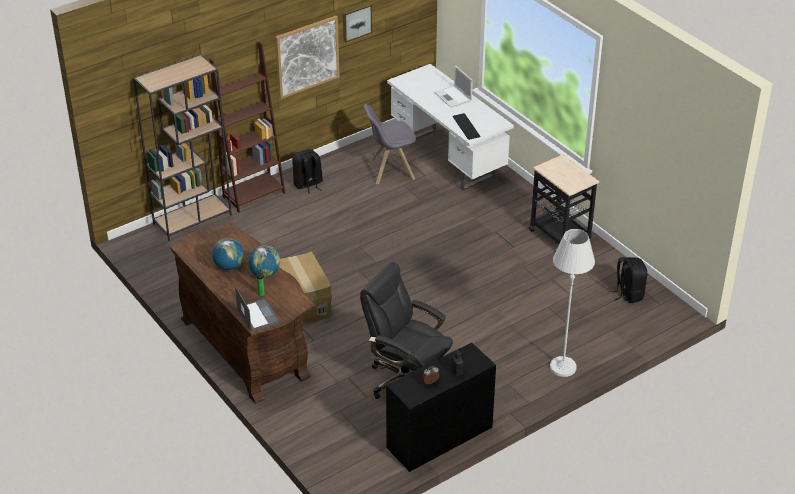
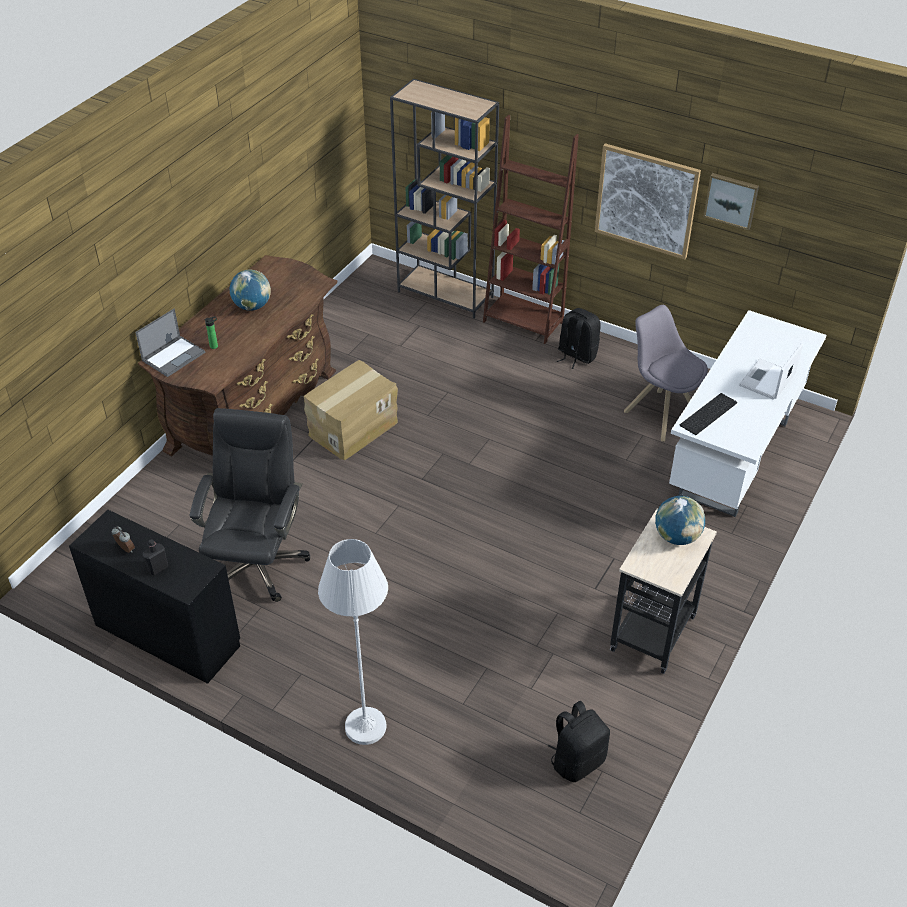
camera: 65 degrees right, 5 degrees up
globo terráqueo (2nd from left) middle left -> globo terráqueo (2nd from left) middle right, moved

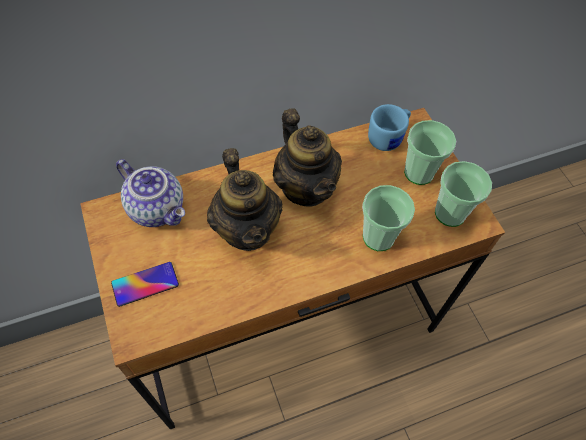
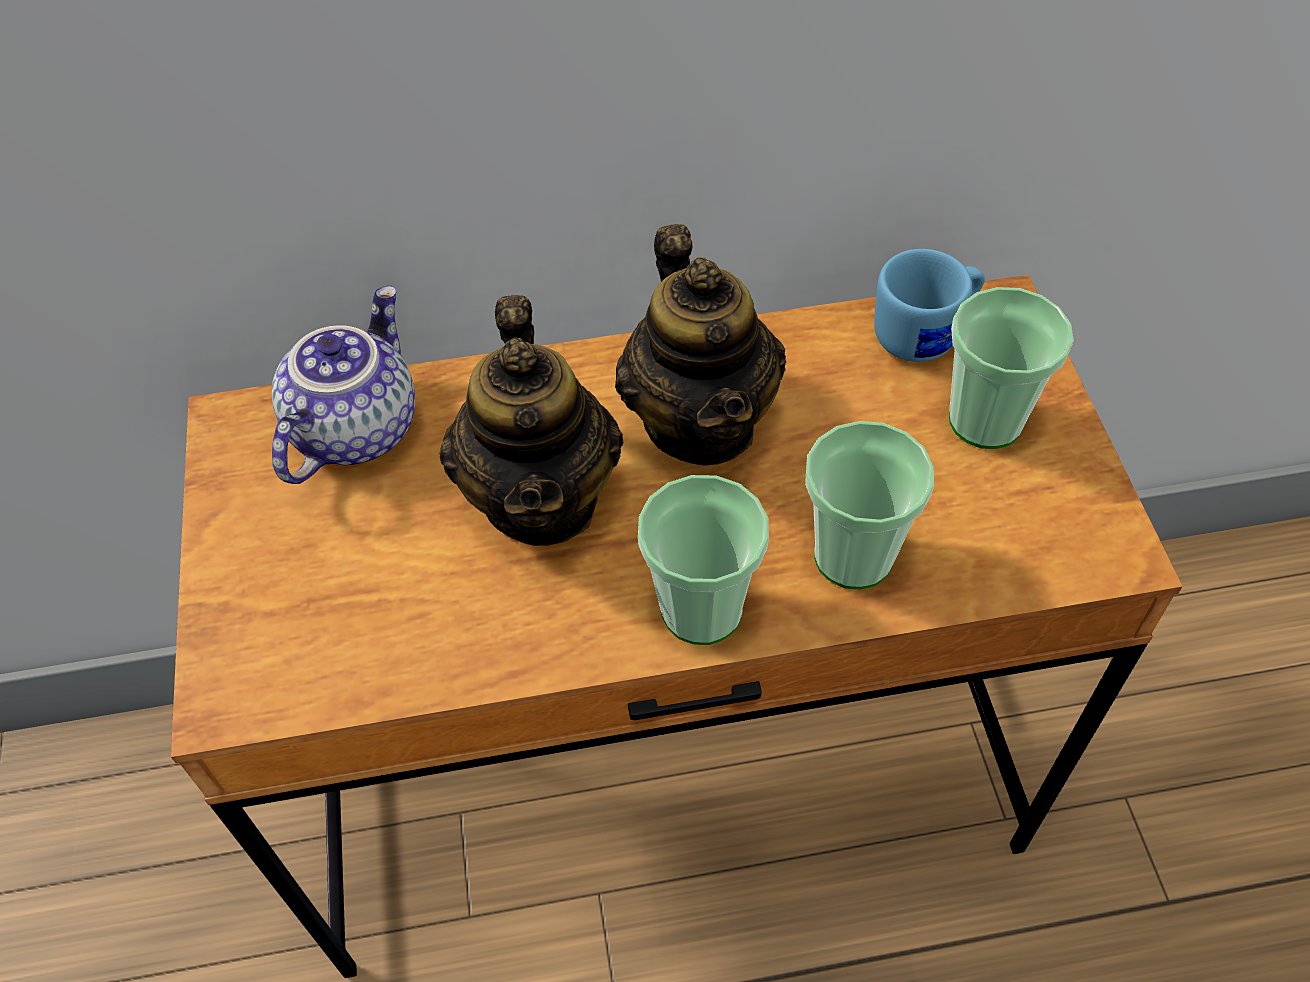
camera: 15 degrees right, 5 degrees down
móvil middle left -> none
taza (3rd from left in the first image) middle right -> taza (1st from left) centre, moved
tetera (1st from left) middle left, 120 degrees counterclockwise

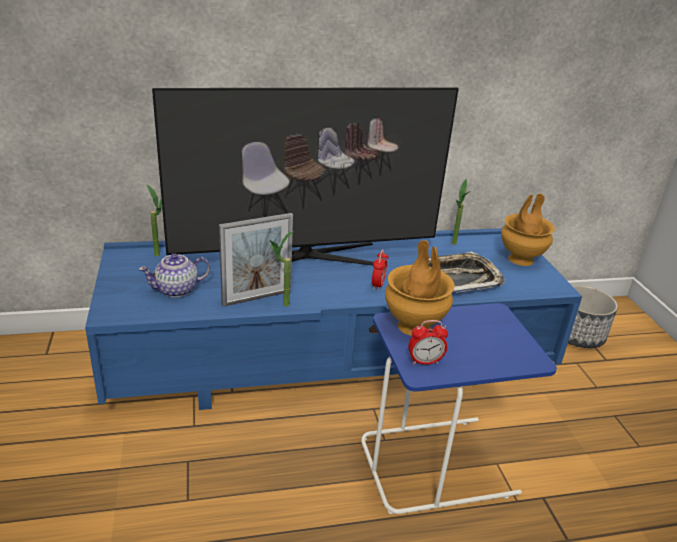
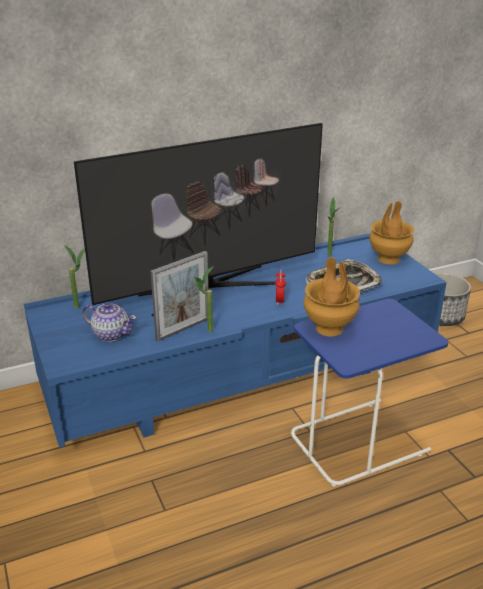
camera: 10 degrees left, 0 degrees up
despertador (2nd from left) centre -> none
tetera middle left, 120 degrees counterclockwise

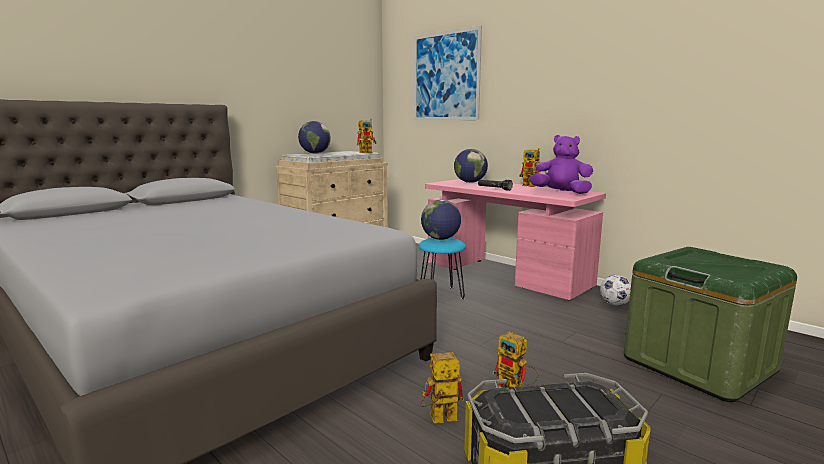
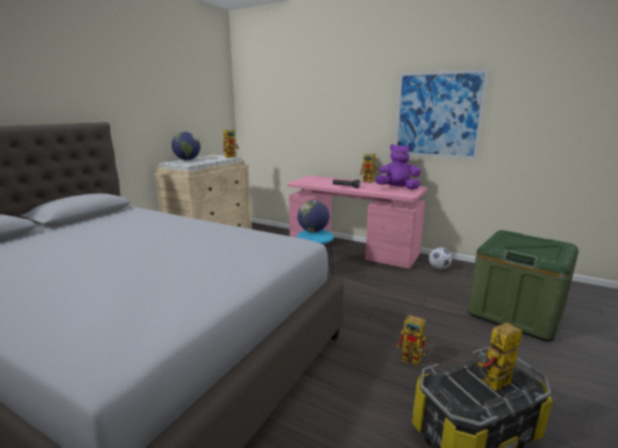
camera: 15 degrees left, 5 degrees up
globo terráqueo (3rd from left) centre -> none
cuadro top centre -> cuadro top right, moved
robot de juguete (2nd from left in the first image) bottom centre -> robot de juguete (4th from left) bottom right, moved

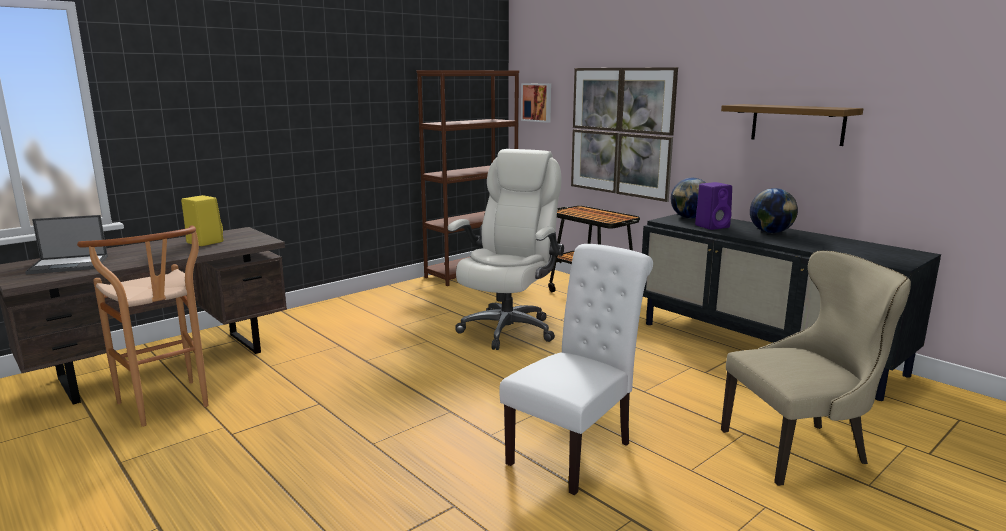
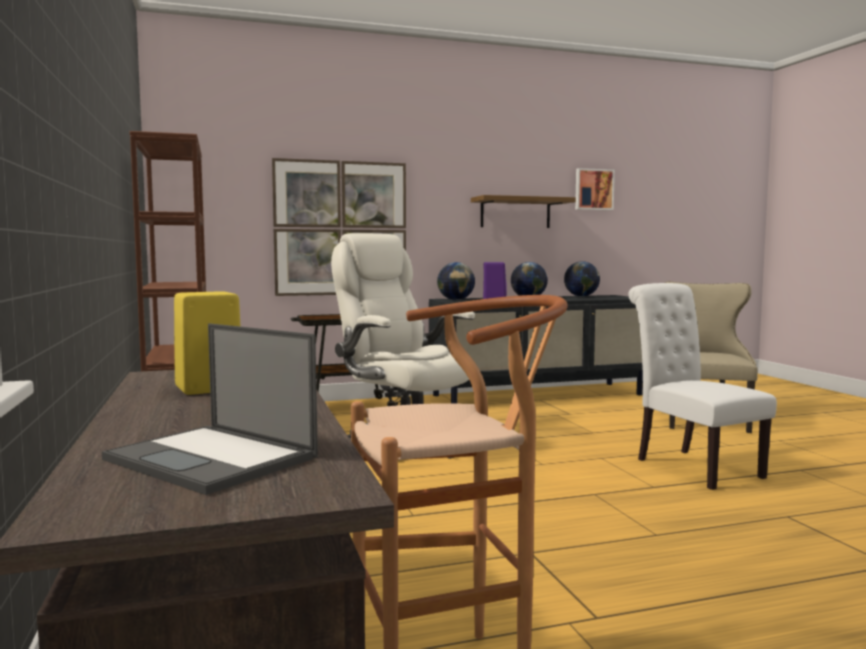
camera: 65 degrees left, 10 degrees down
none -> globo terráqueo (3rd from left) middle right
cuadro (1st from left in the first image) top centre -> cuadro (2nd from left) top right, moved
portátil middle left, 120 degrees clockwise

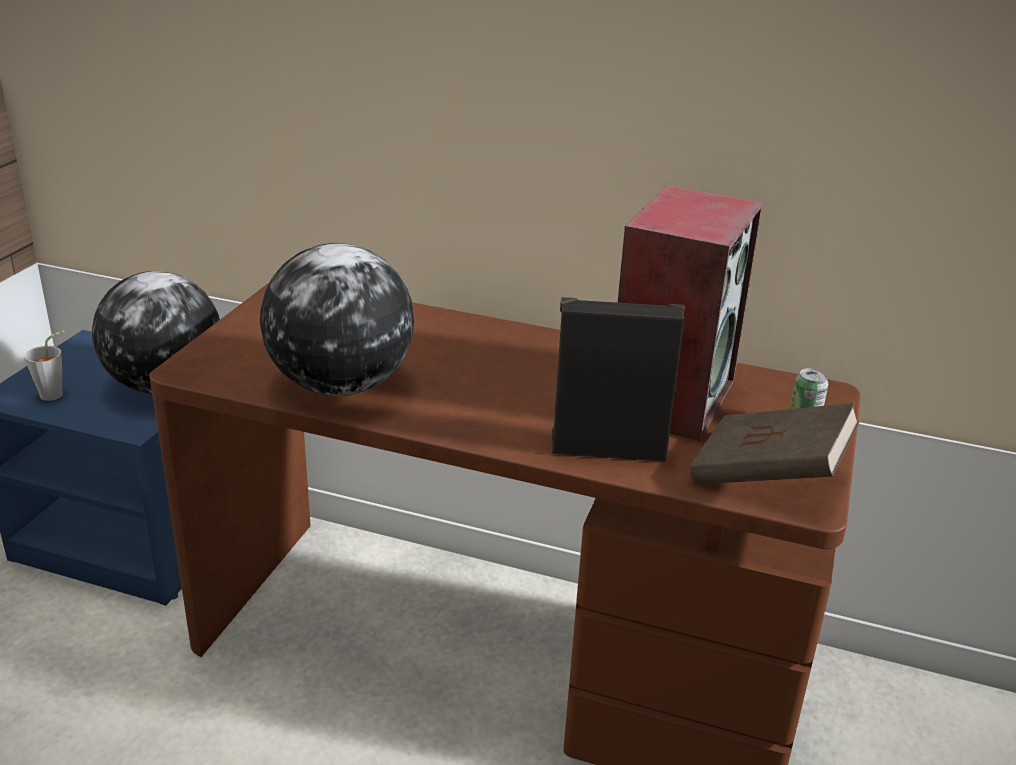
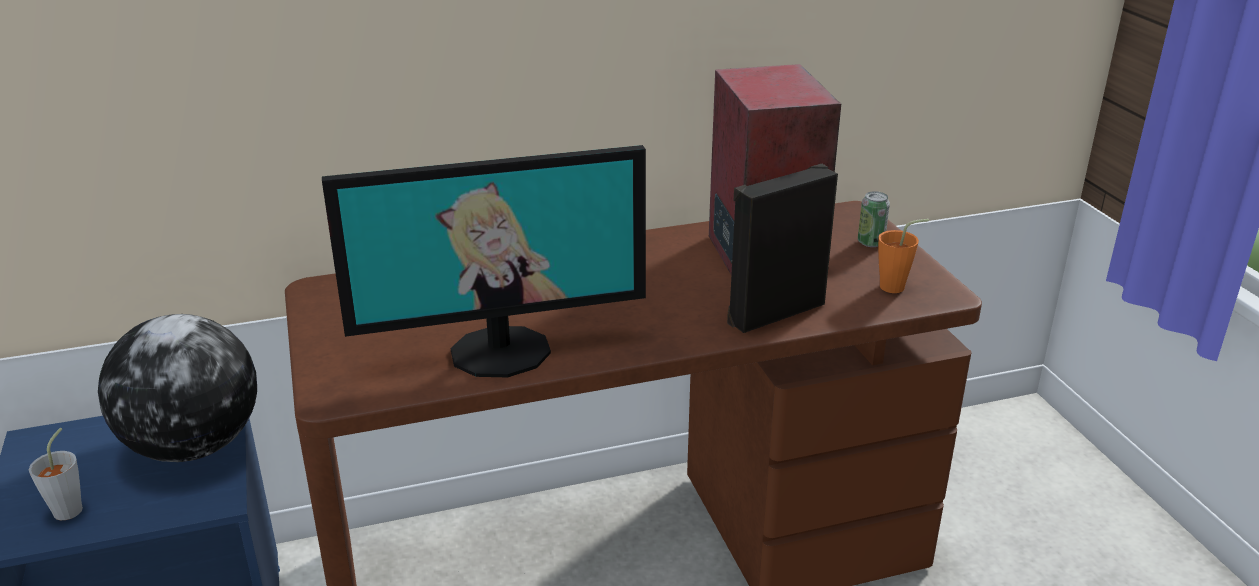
camera: 35 degrees left, 0 degrees up
globo terráqueo (2nd from left) middle left -> monitor centre
libro (marrón) middle right -> taza (naranja) middle right

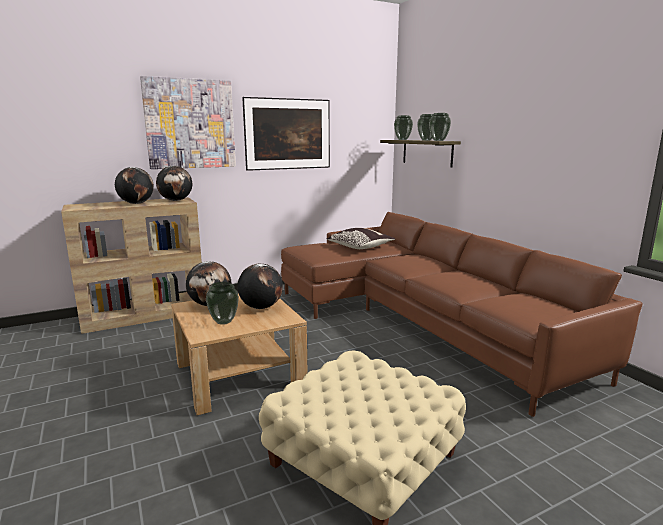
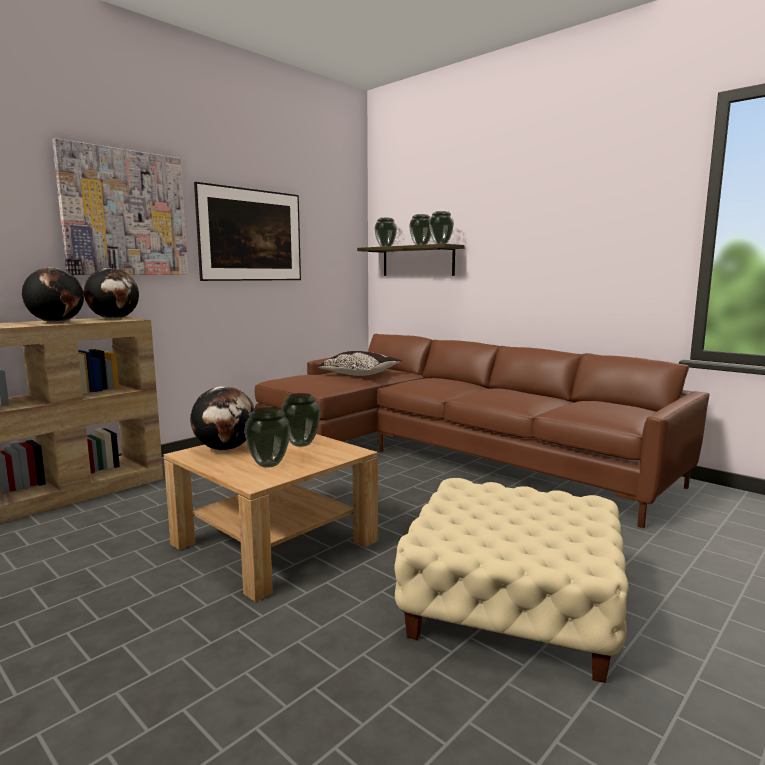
camera: 20 degrees left, 5 degrees down
globo terráqueo (4th from left) centre -> florero (2nd from left) centre

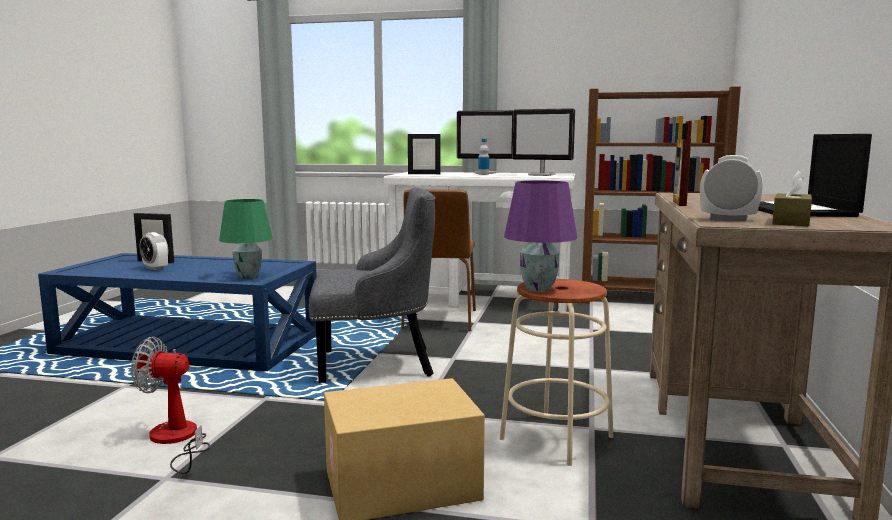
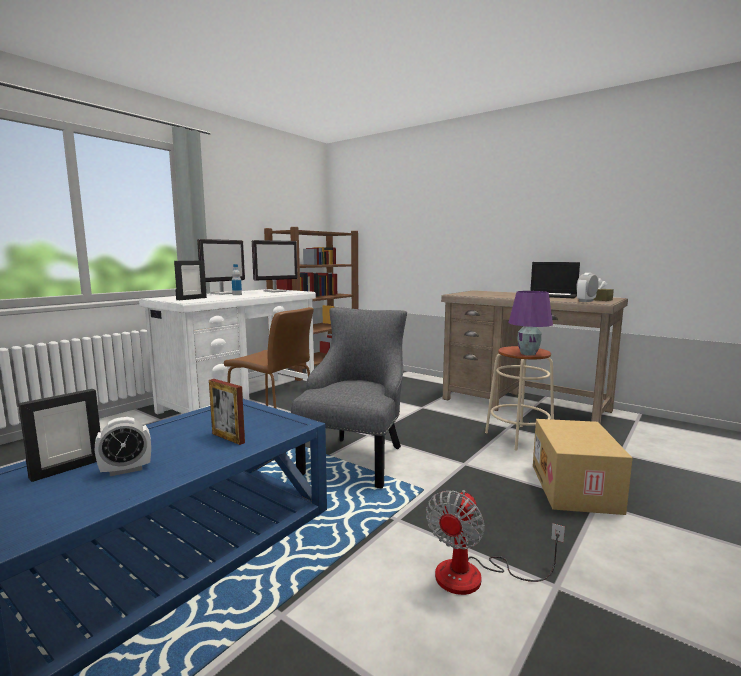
camera: 65 degrees left, 0 degrees up
lámpara de mesa (verde) middle left -> none
portarretratos (3rd from left) top right -> portarretratos (3rd from left) middle left, moved

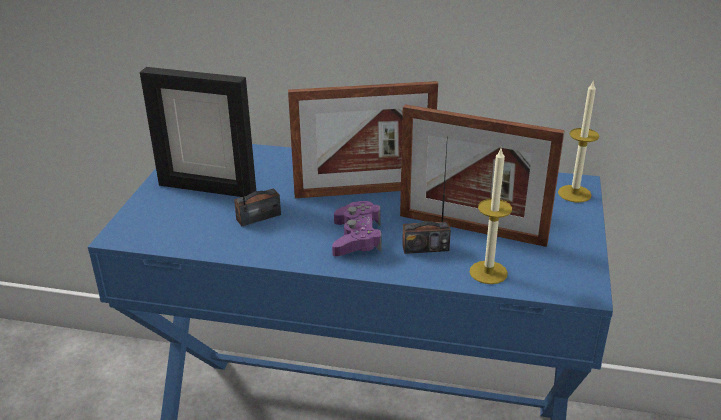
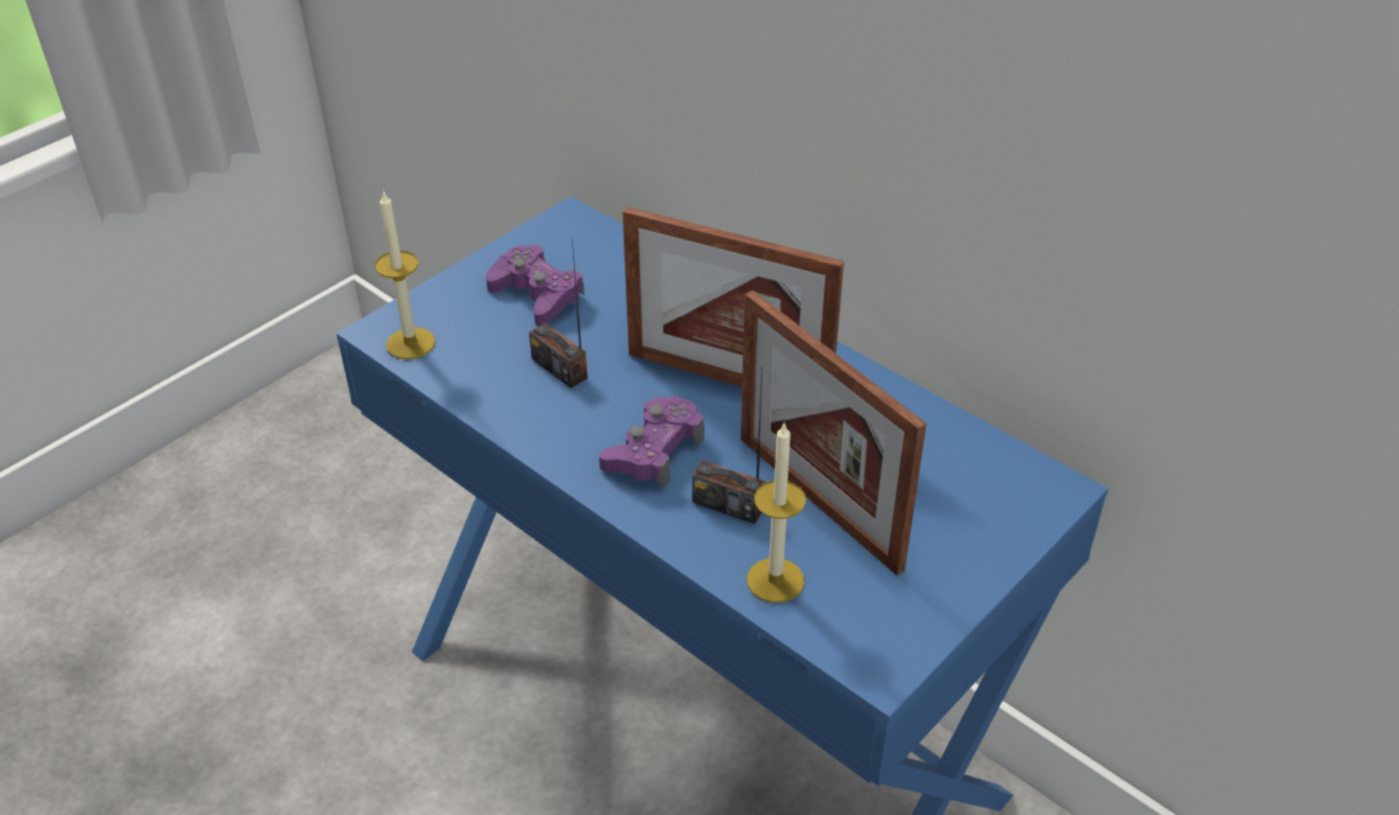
camera: 30 degrees right, 10 degrees up
vela (2nd from left in the first image) middle right -> vela (1st from left) middle left, moved
portarretratos (1st from left) top left -> mando de consola (morado) (1st from left) centre
radio (1st from left) centre, 135 degrees counterclockwise

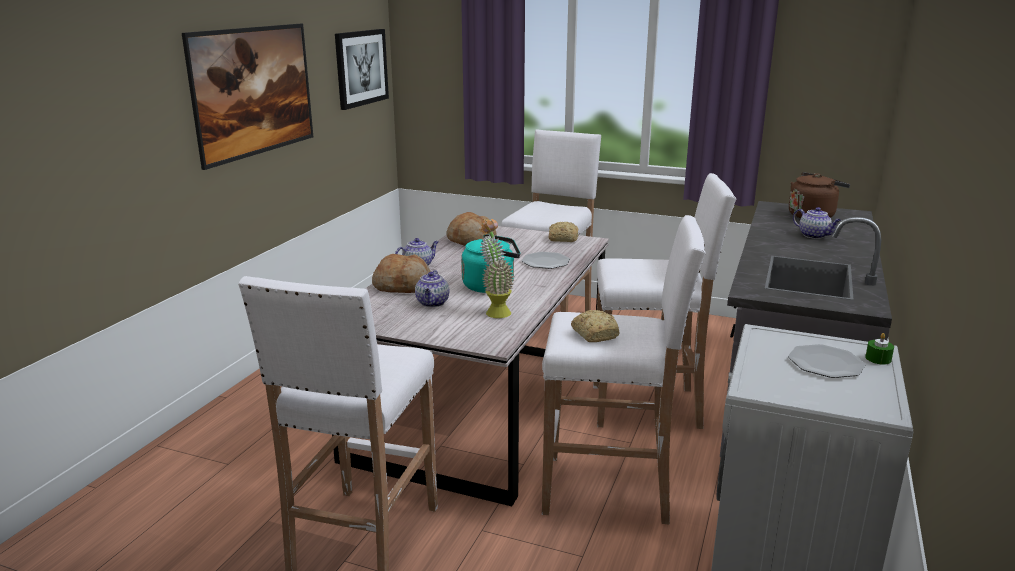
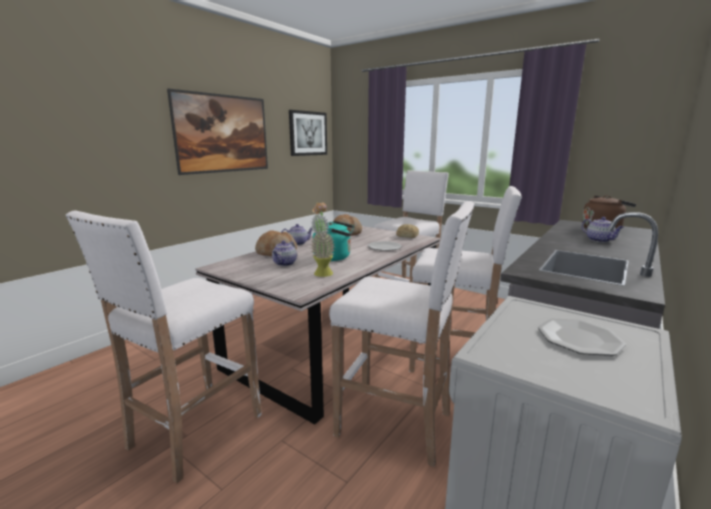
camera: 15 degrees right, 5 degrees down
pan (4th from left) centre -> none
vela (verde) middle right -> none

